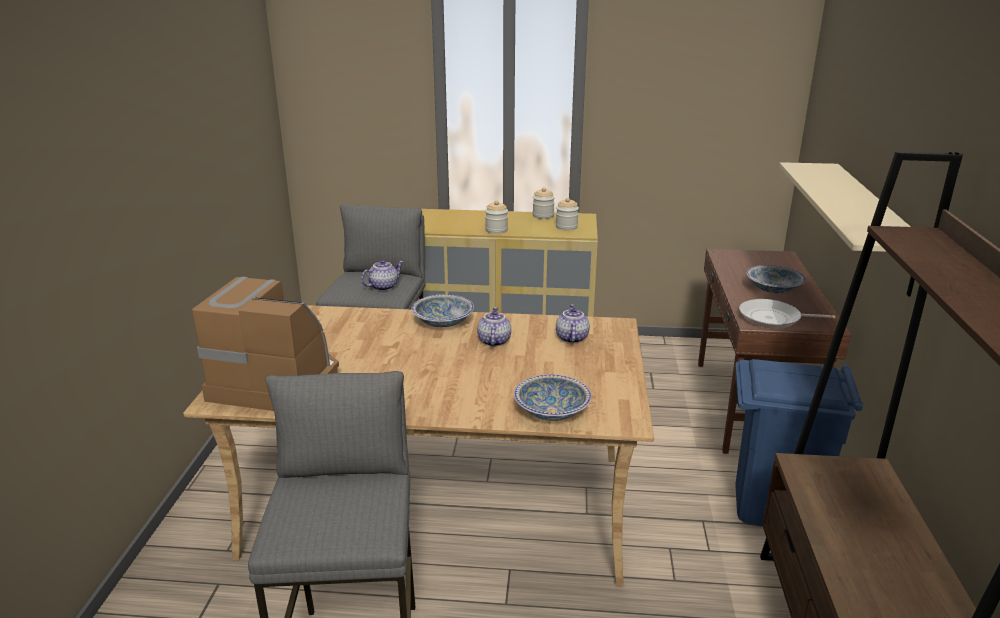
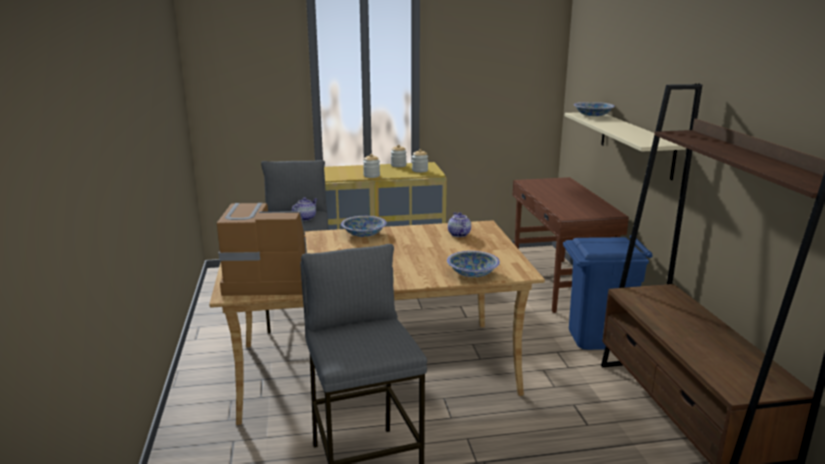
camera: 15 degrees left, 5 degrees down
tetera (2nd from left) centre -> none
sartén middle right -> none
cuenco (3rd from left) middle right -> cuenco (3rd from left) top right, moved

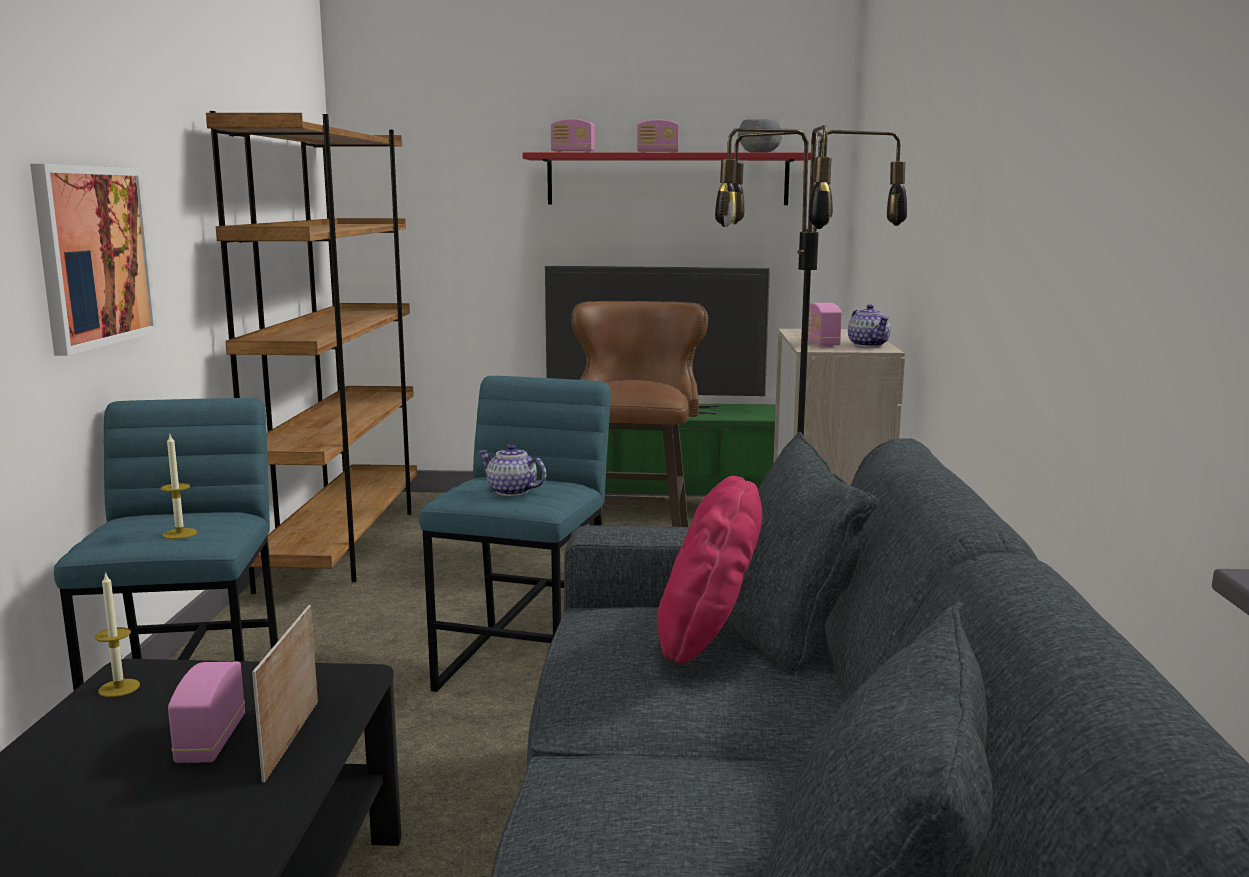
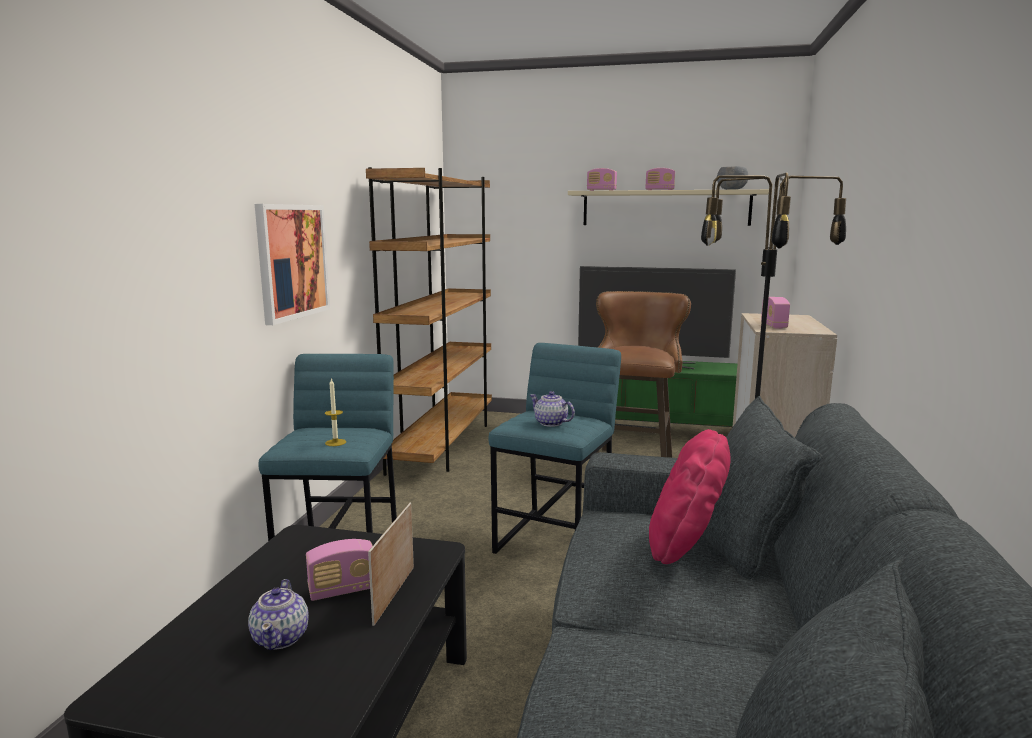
camera: 10 degrees right, 0 degrees up
vela (1st from left) bottom left -> none
tetera (2nd from left in the first image) middle right -> tetera (1st from left) bottom left, moved
estante (rojo) top centre -> estante (beis) top centre
radio (1st from left) bottom left, 120 degrees counterclockwise

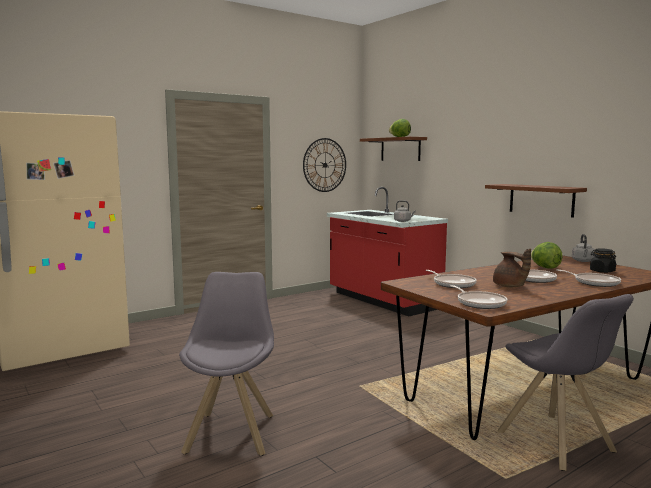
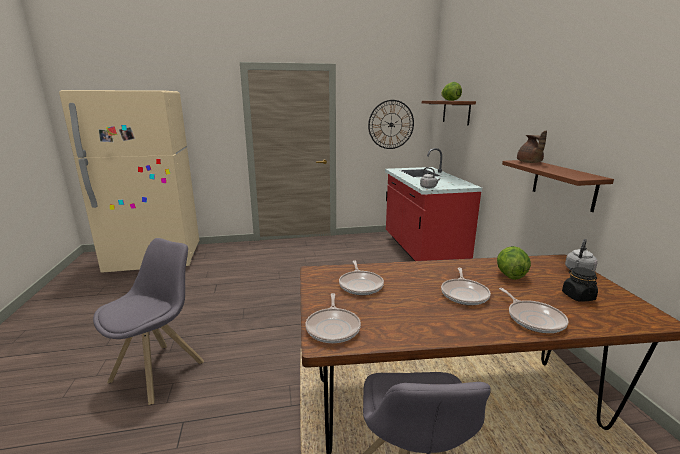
camera: 25 degrees right, 10 degrees up
tetera (marrón) middle right -> tetera (marrón) top right, moved

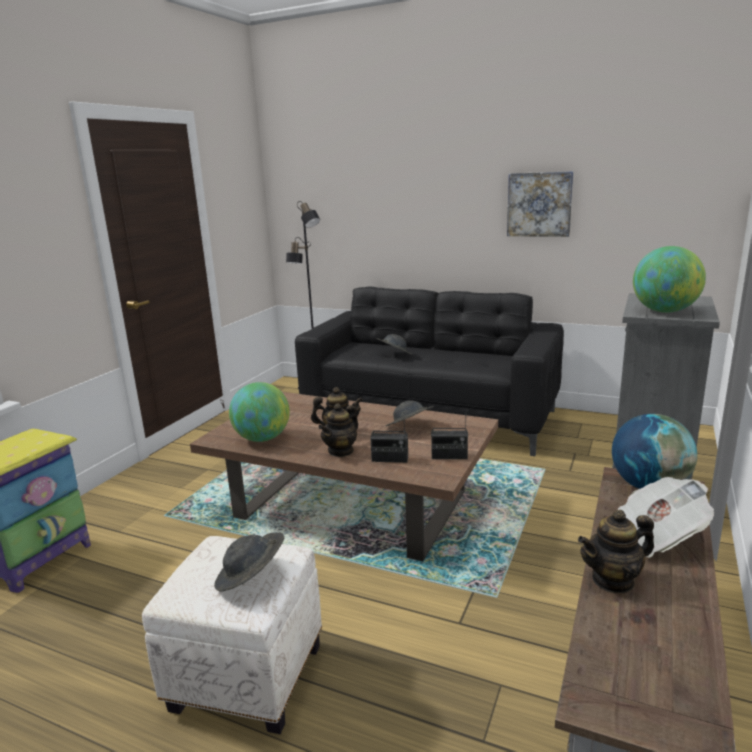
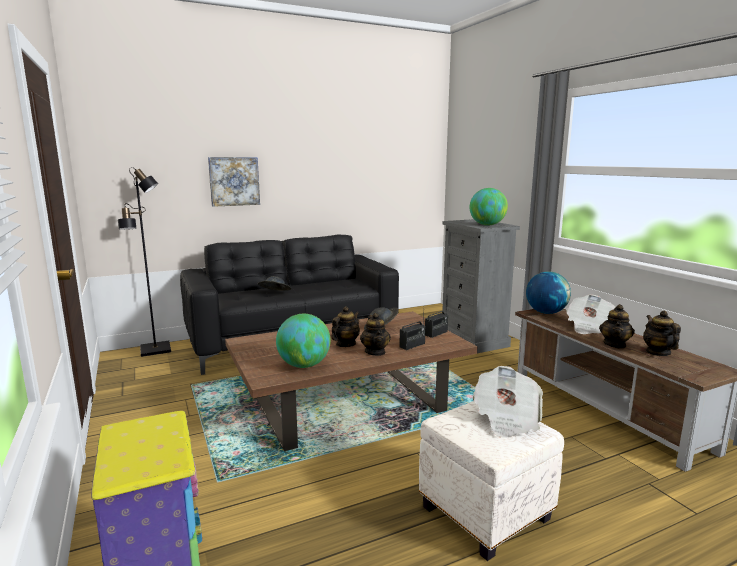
camera: 50 degrees left, 5 degrees down
none -> tetera (4th from left) middle right
cuadro top right -> cuadro top left, moved
sombrero (gris) (1st from left) bottom left -> periódico (1st from left) bottom right

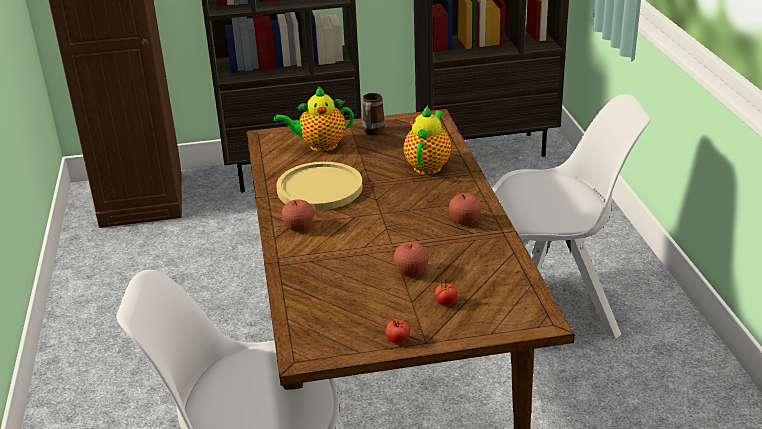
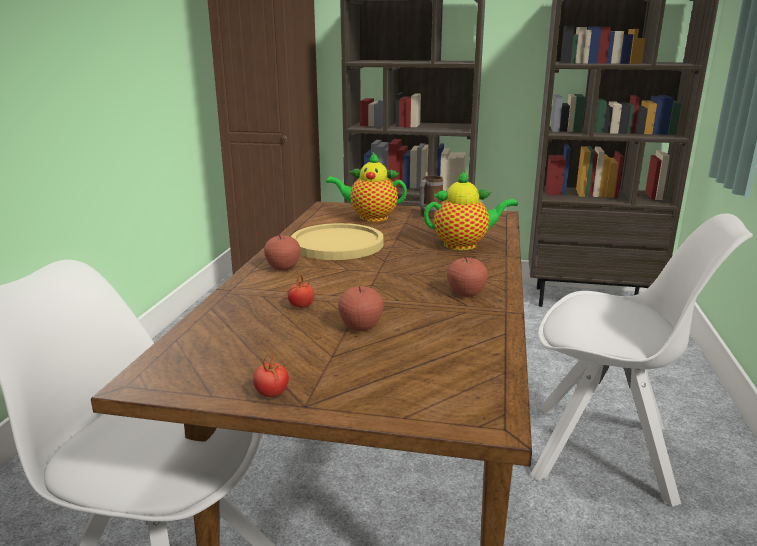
camera: 20 degrees right, 10 degrees down
tomate (2nd from left) bottom centre -> tomate (2nd from left) centre, moved
tetera (2nd from left) top centre -> tetera (2nd from left) centre, 45 degrees clockwise

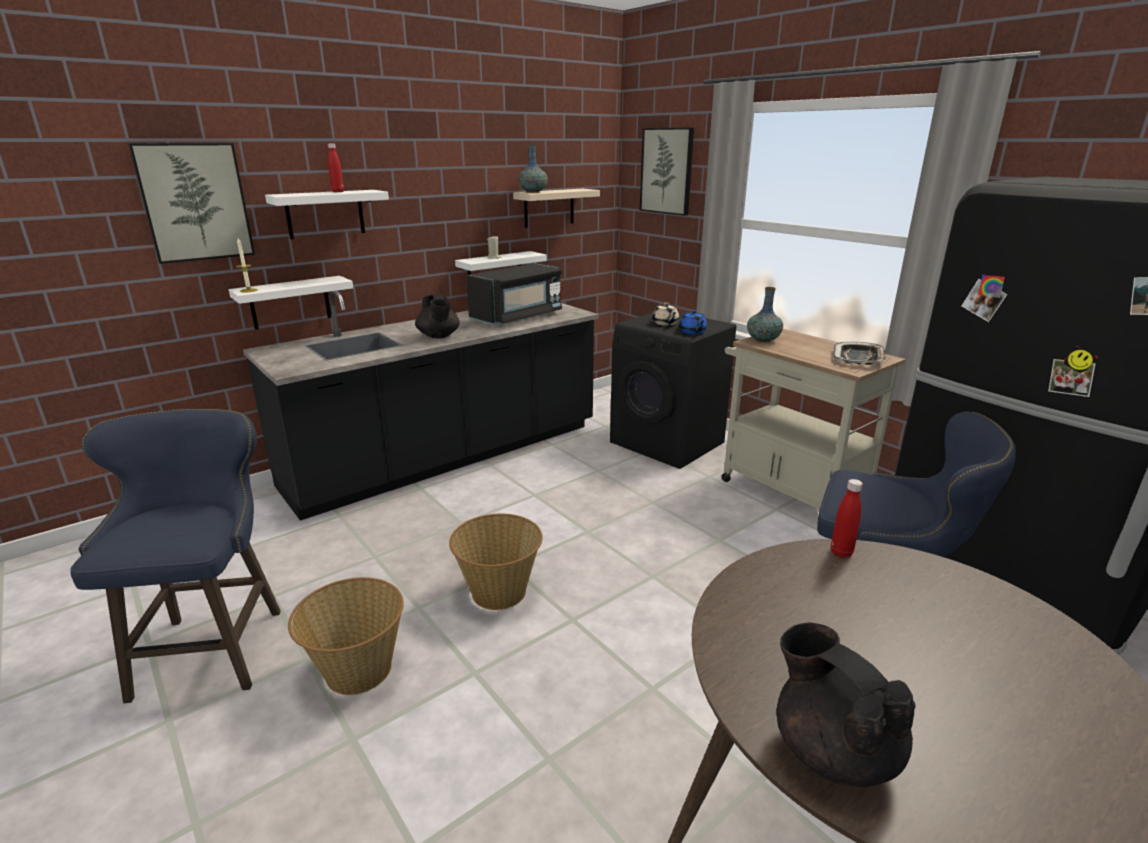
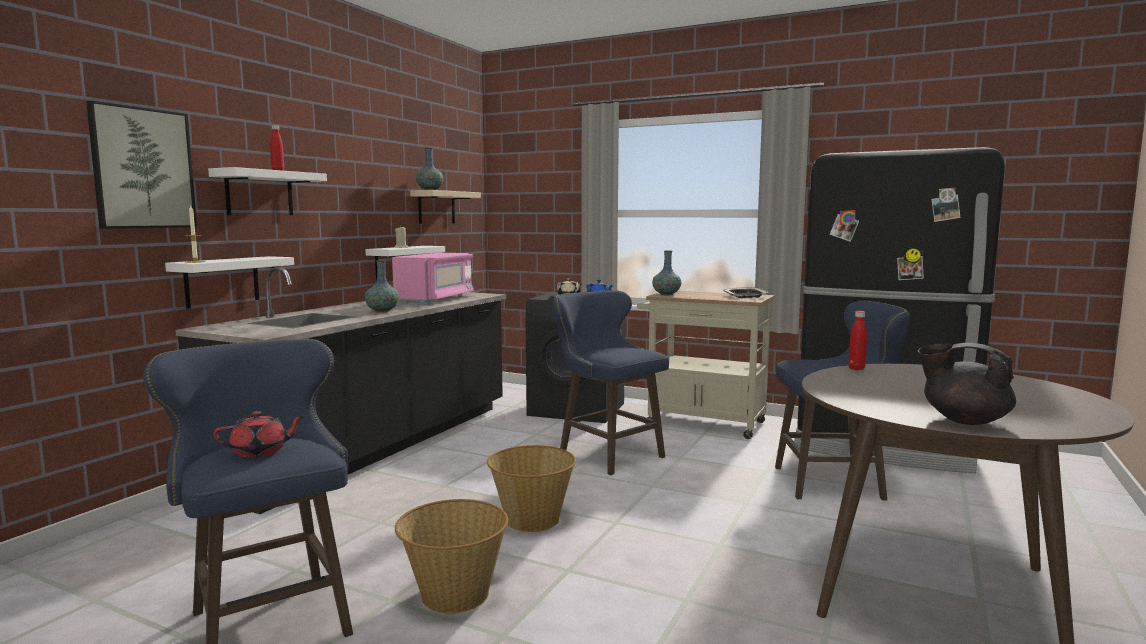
camera: 25 degrees left, 15 degrees down
cuadro (2nd from left) top centre -> none
none -> tetera (rojo) bottom left
none -> taburete (azul) (2nd from left) centre
tetera (negro) (1st from left) centre -> florero (1st from left) centre
microondas (negro) centre -> microondas (rosa) centre

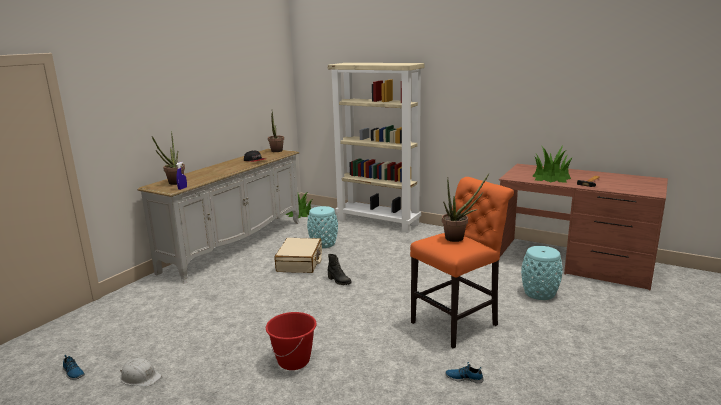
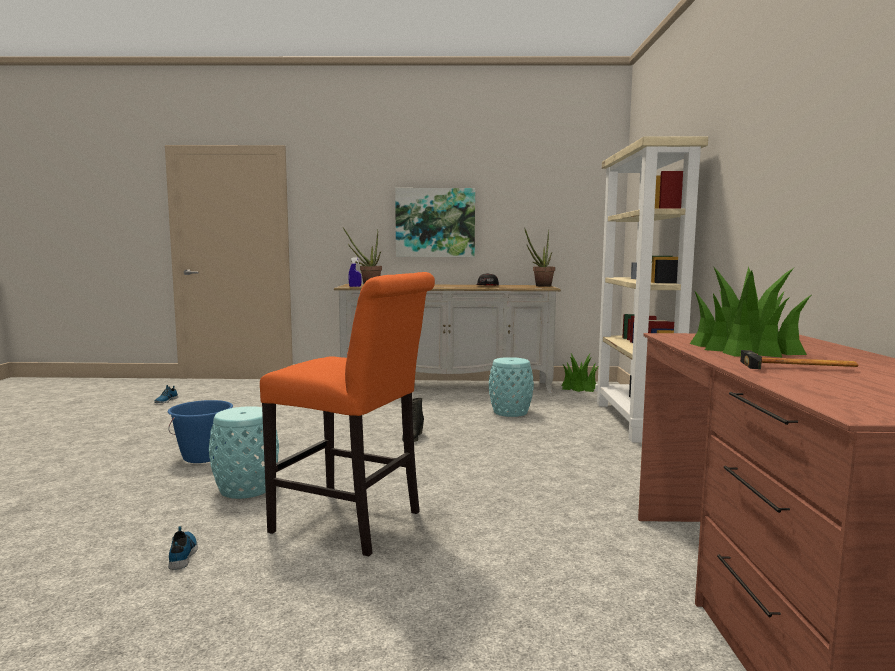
camera: 60 degrees right, 10 degrees down
casco (blanco) bottom left -> none
maleta (beis) centre -> none
planta en maceta (4th from left) centre -> none
none -> cuadro top centre
taburete (turquesa) (2nd from left in the first image) bottom right -> taburete (turquesa) (1st from left) bottom left, moved
cubo (rojo) bottom centre -> cubo (azul) middle left

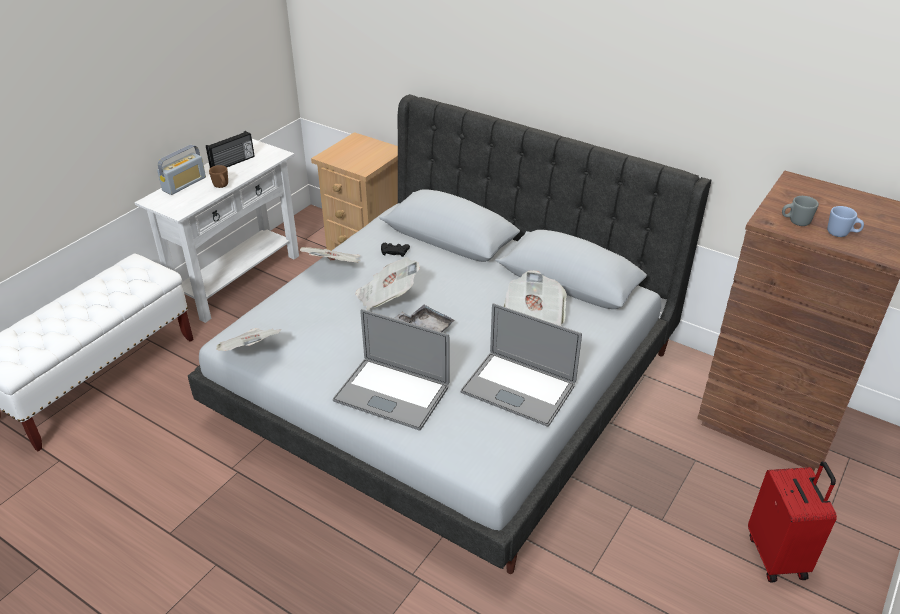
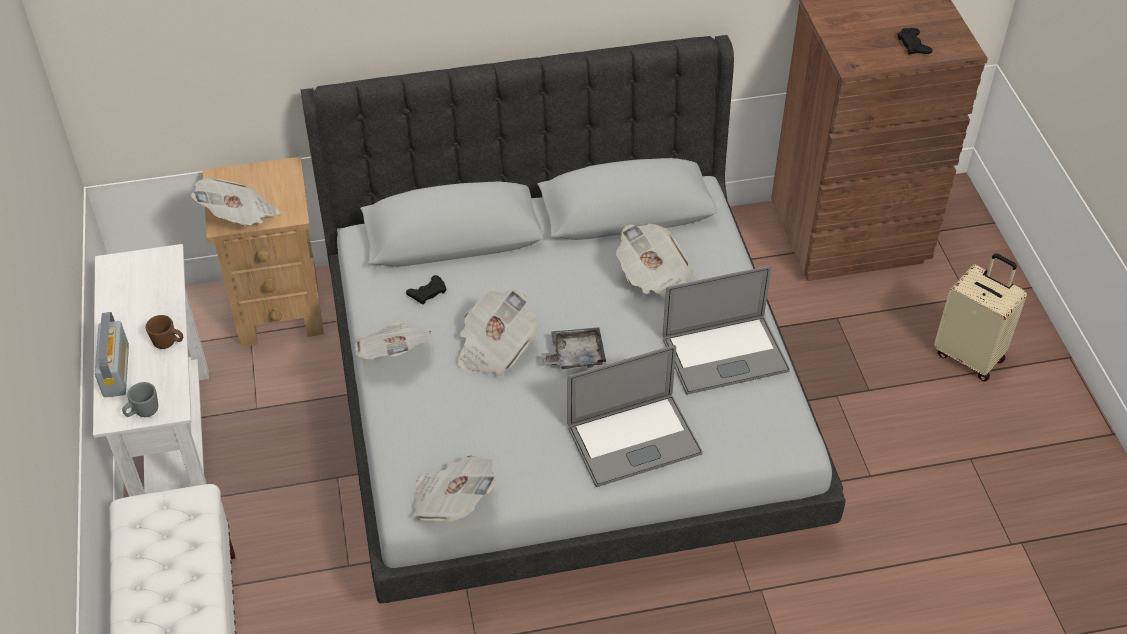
camera: 45 degrees left, 10 degrees up
radio (2nd from left) top left -> none
none -> periódico (1st from left) top left
taza grande (gris) middle right -> taza grande (gris) middle left, moved
taza grande (azul) middle right -> mando de consola (negro) (2nd from left) top right
maleta (rojo) bottom right -> maleta (beis) middle right

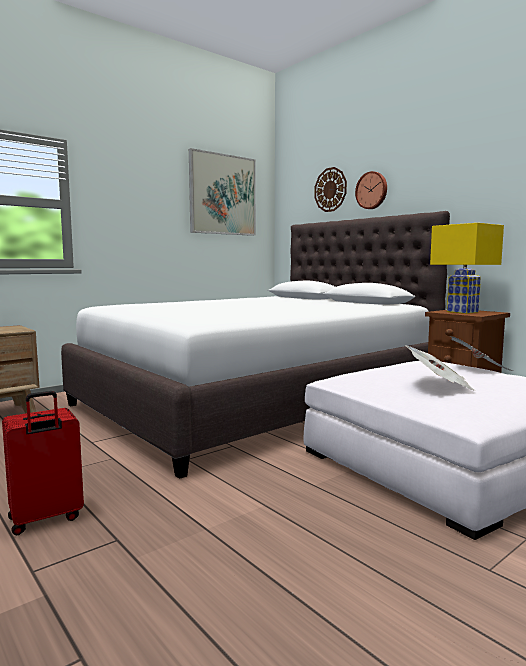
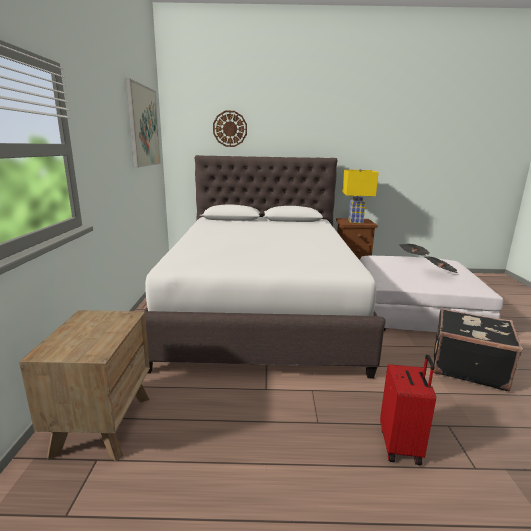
camera: 50 degrees left, 10 degrees up
reloj de pared (2nd from left) top right -> none
none -> maleta (negro) middle right

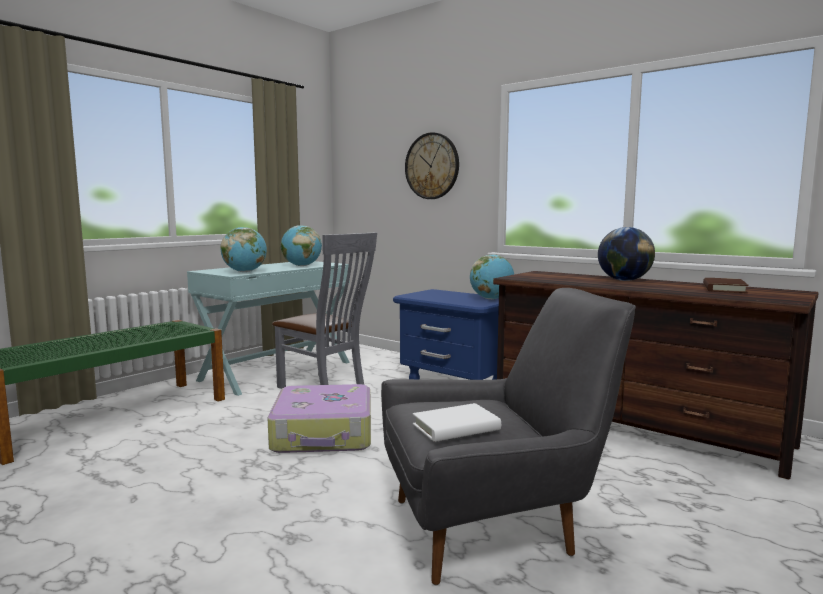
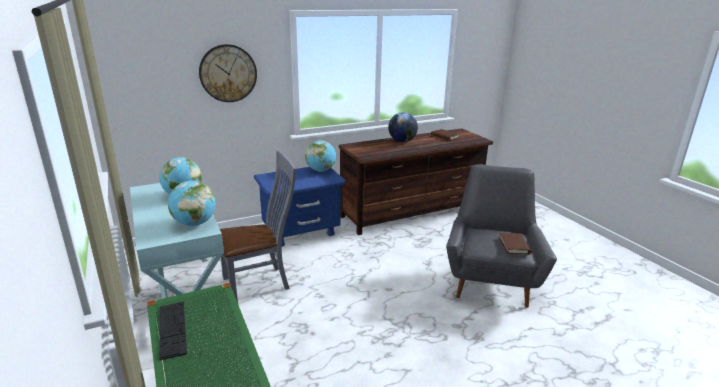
camera: 65 degrees left, 15 degrees up
maleta bottom centre -> none
none -> teclado bottom left
libro (blanco) bottom centre -> libro (marrón) (2nd from left) middle right

